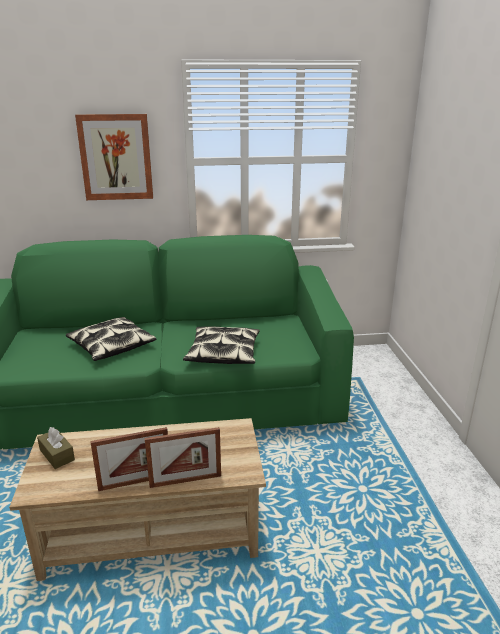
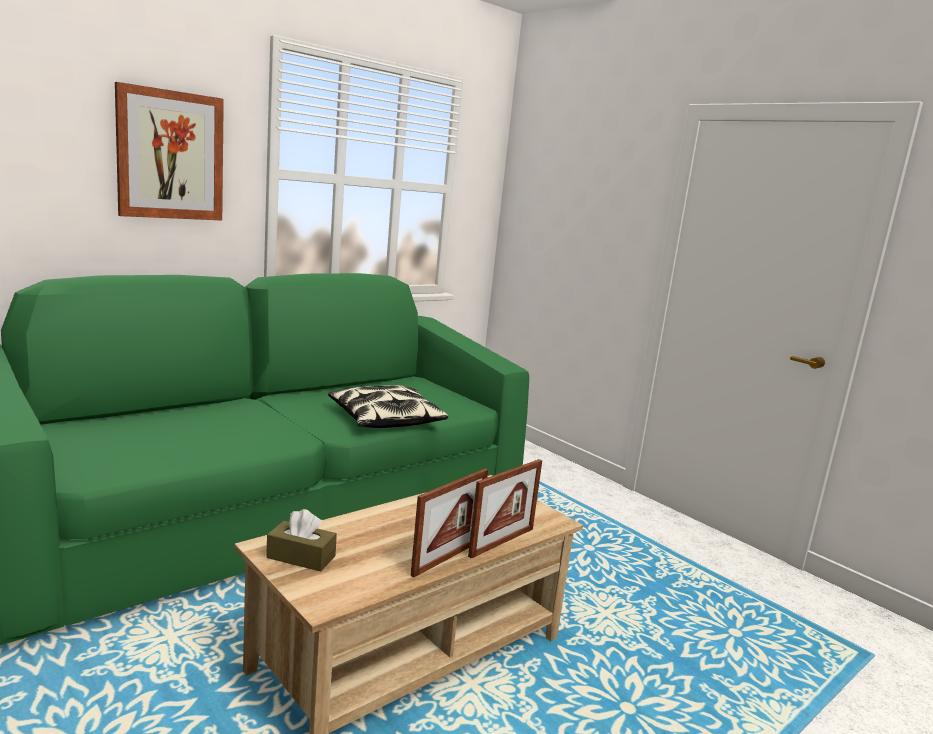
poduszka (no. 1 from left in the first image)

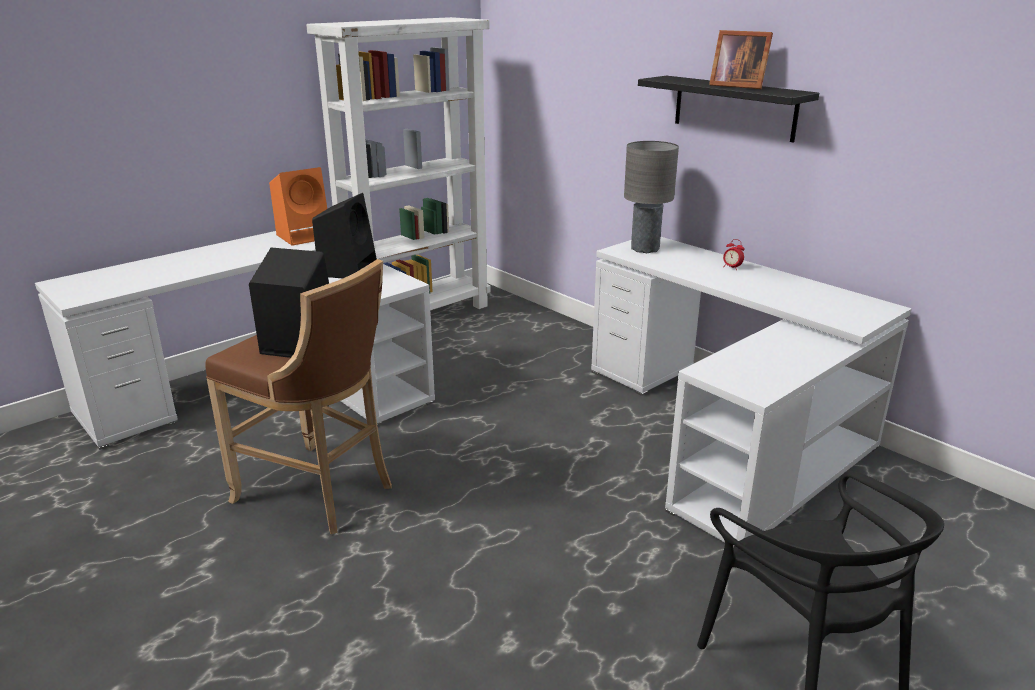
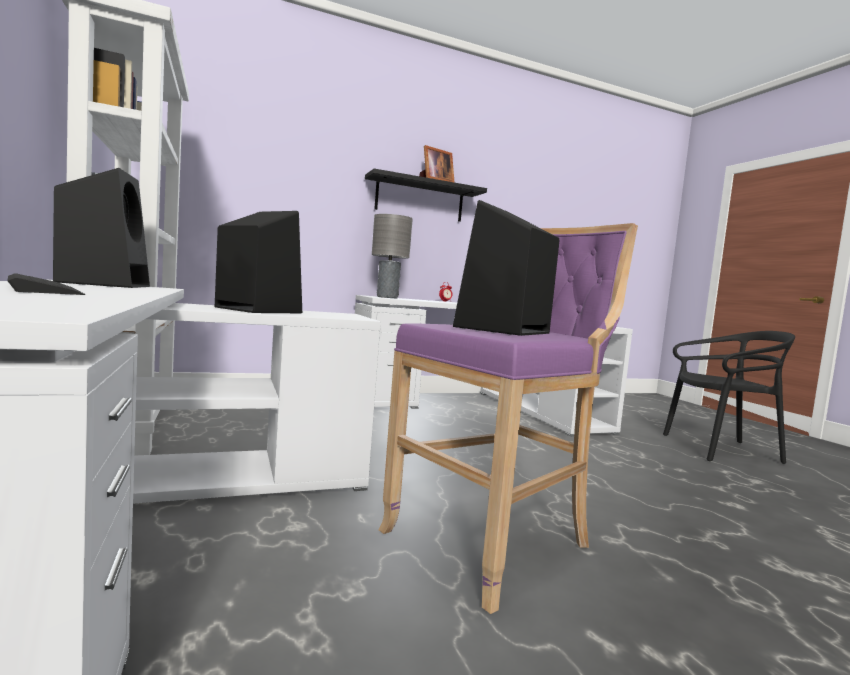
stołek [fioletowy]
głośnik [czarny] (no. 1 from left)
klawiatura

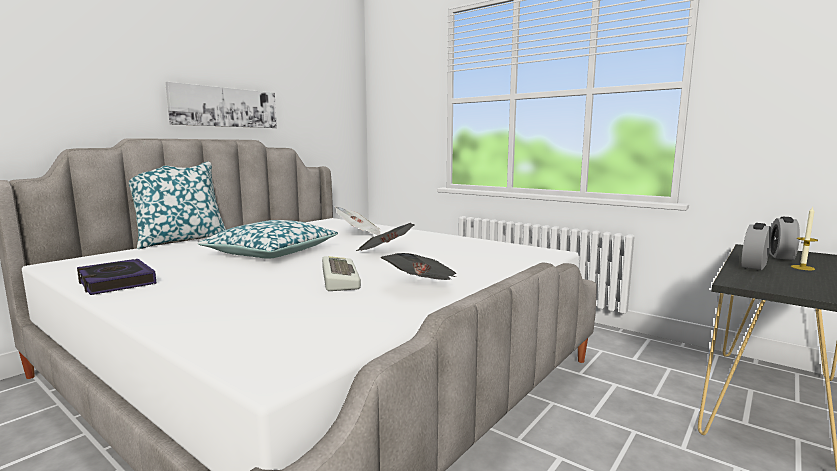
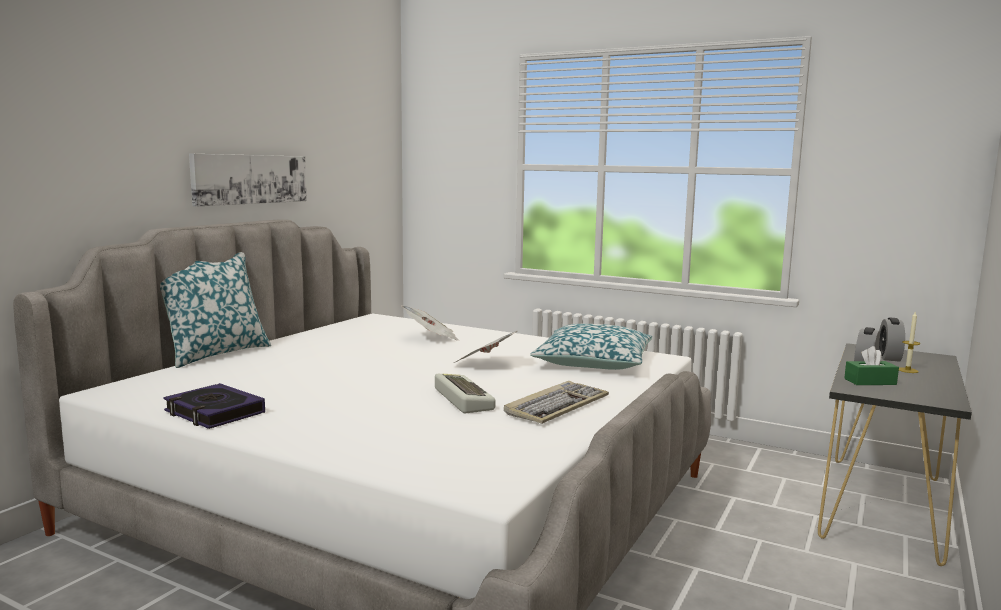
poduszka (no. 2 from left)
klawiatura (no. 2 from left)
pudełko chusteczek [zielony]

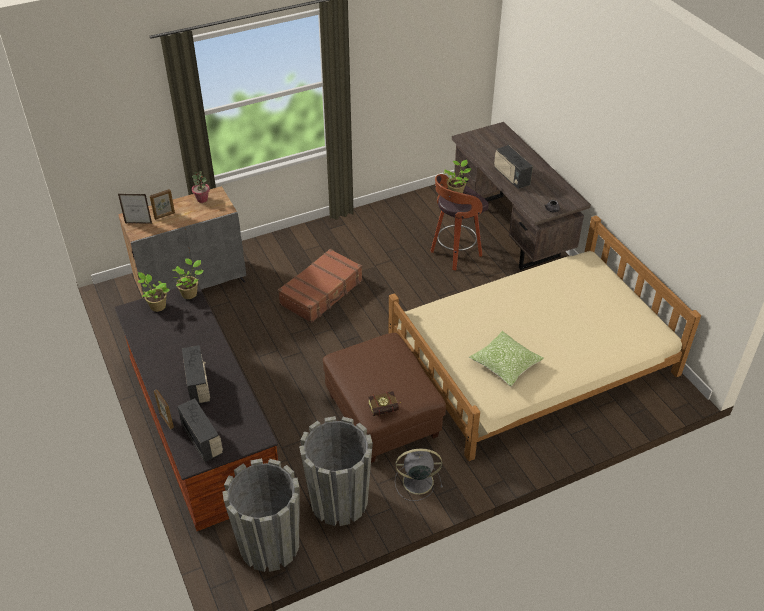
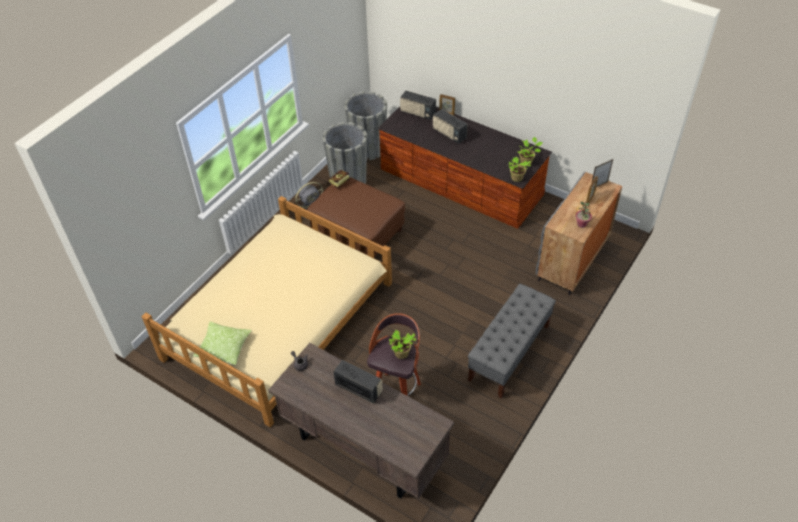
walizka [brązowy]
poduszka
ławka [szary]

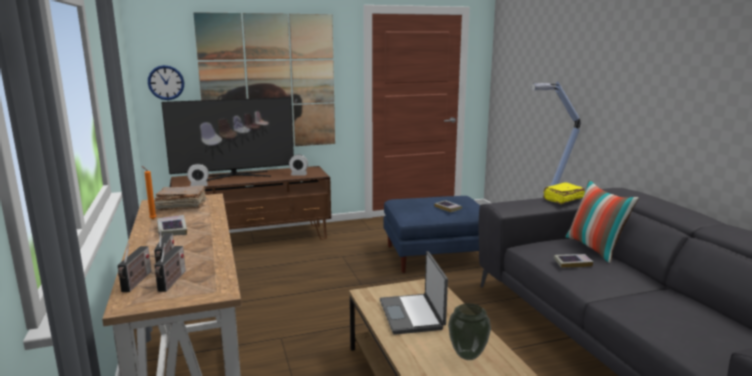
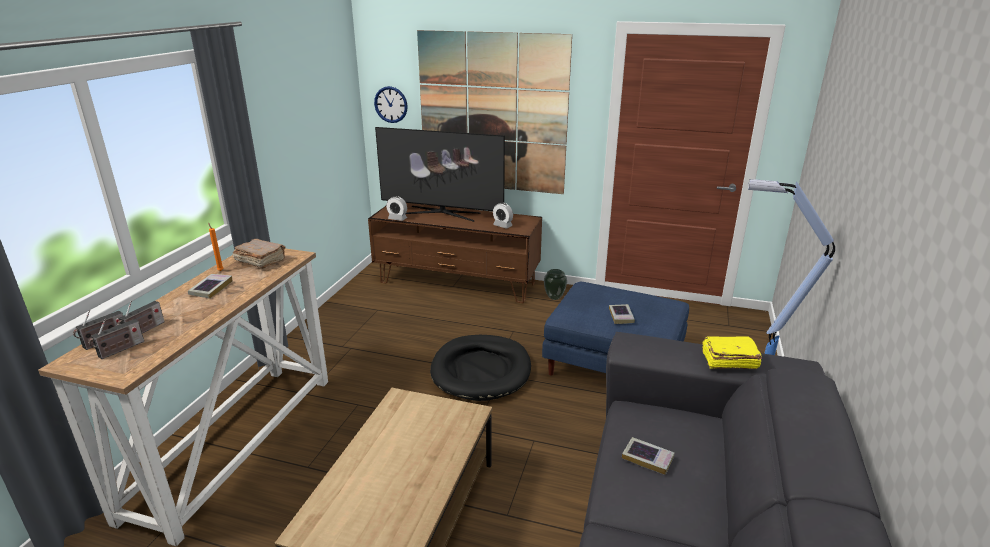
laptop
wazon
poduszka
legowisko [czarny]

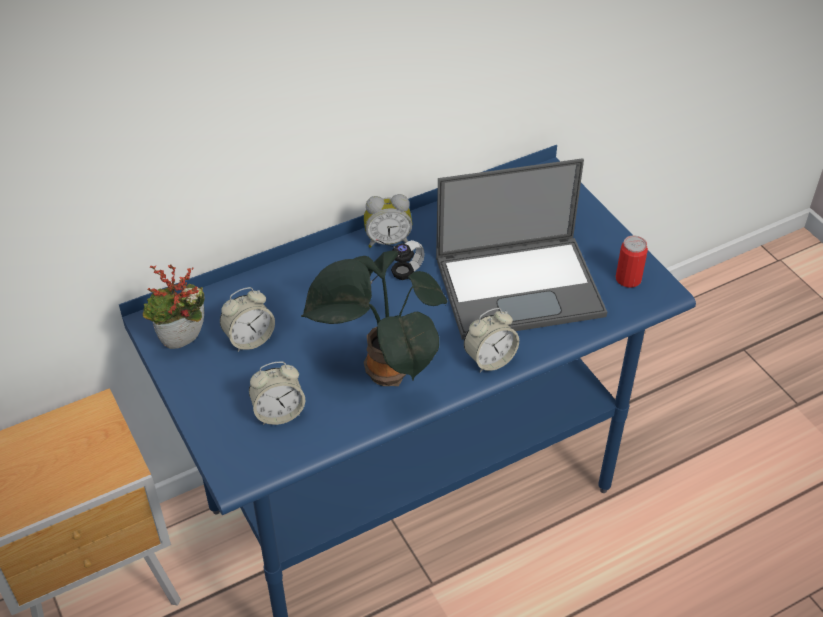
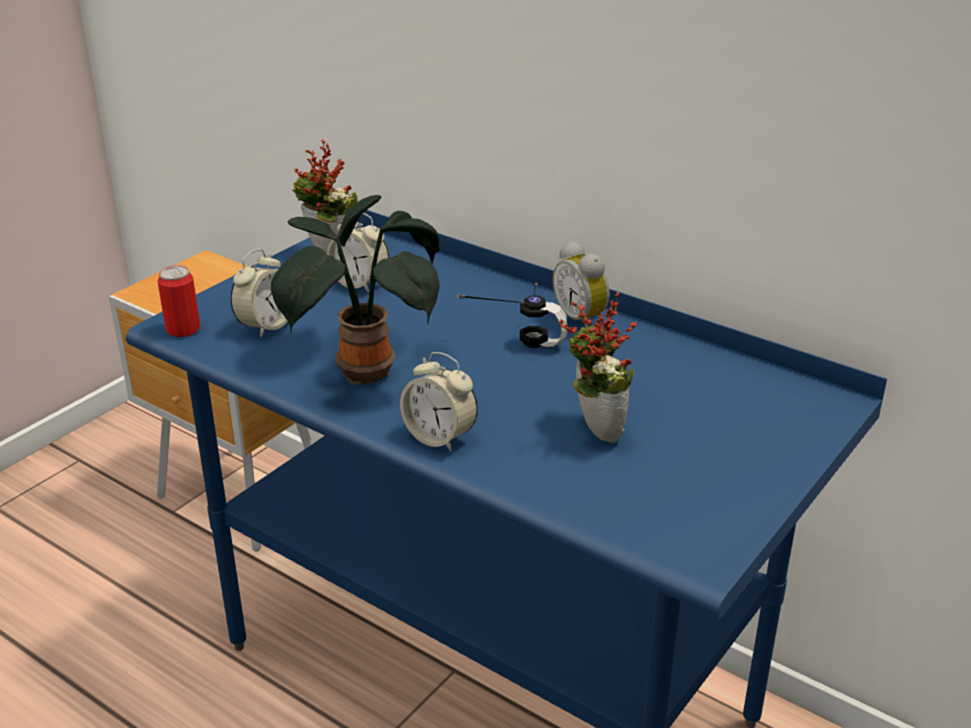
budzik (no. 1 from left)
roślina doniczkowa (no. 3 from left)
puszka

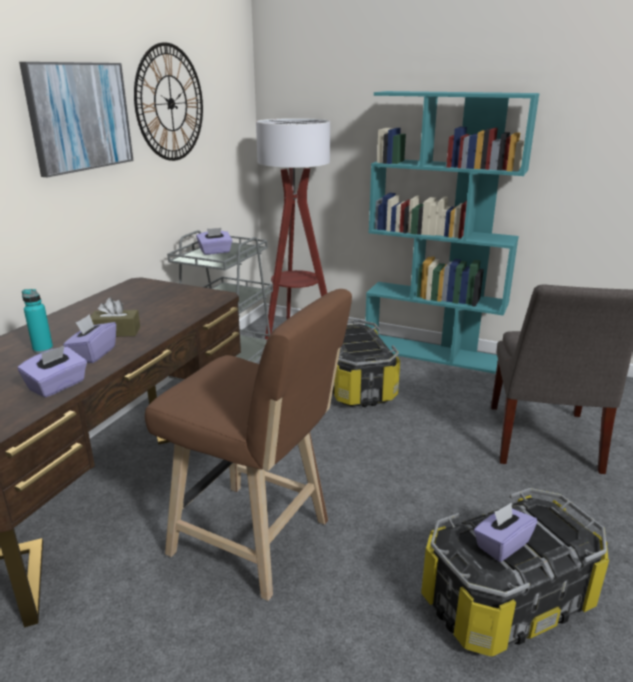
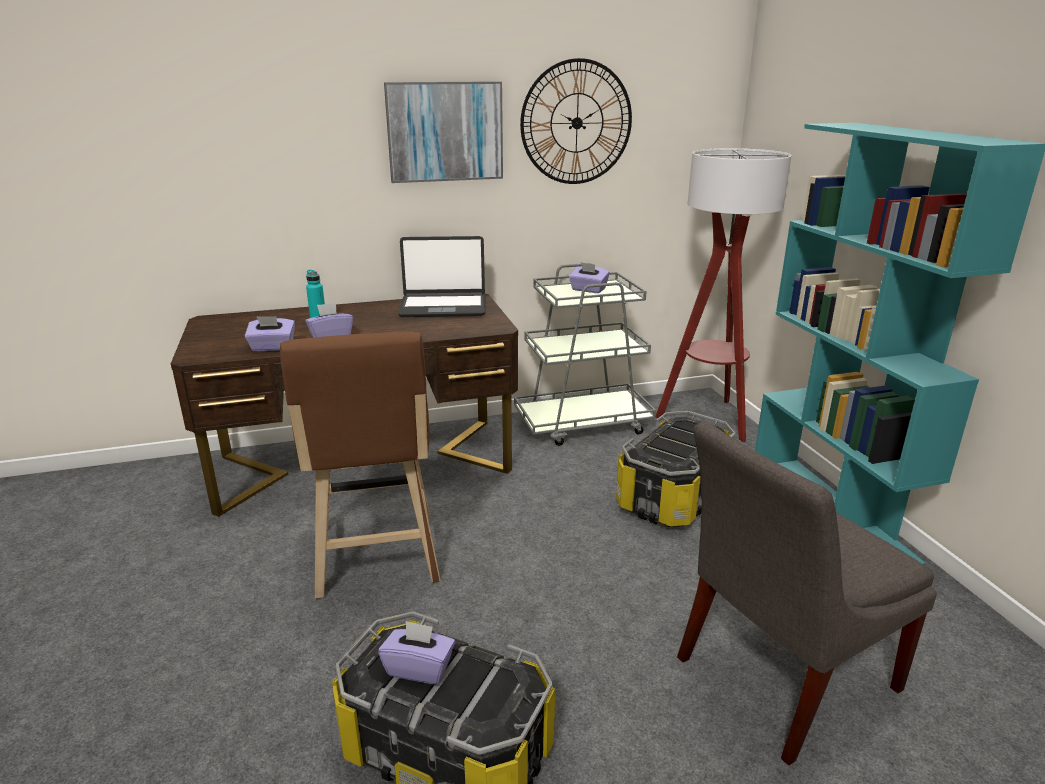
pudełko chusteczek [brązowy]
laptop

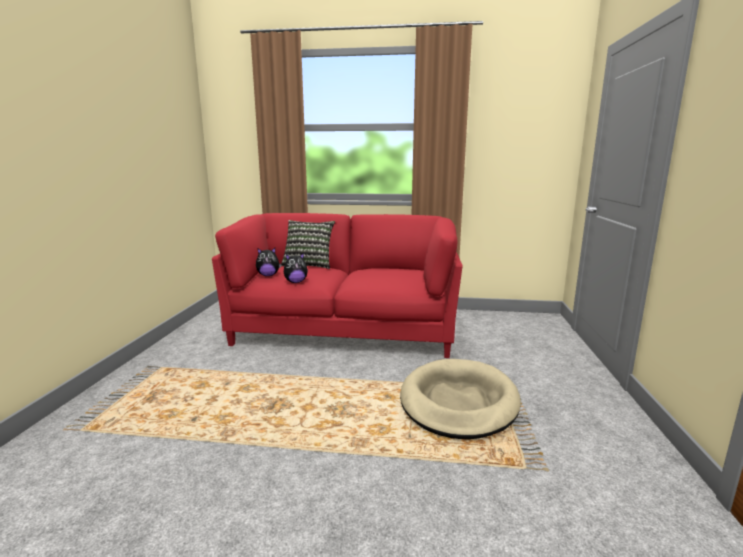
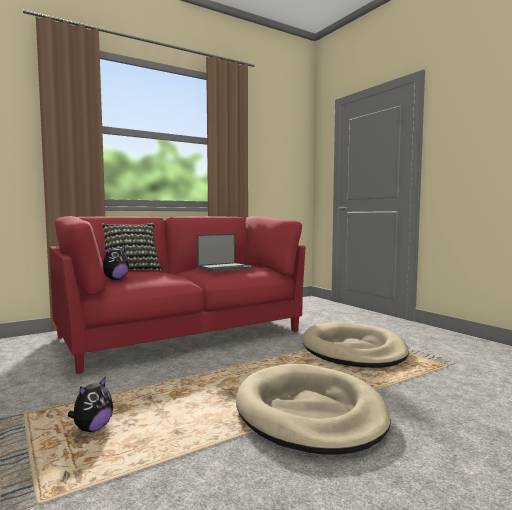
pluszak (no. 1 from left)
laptop
legowisko [beżowy] (no. 1 from left)

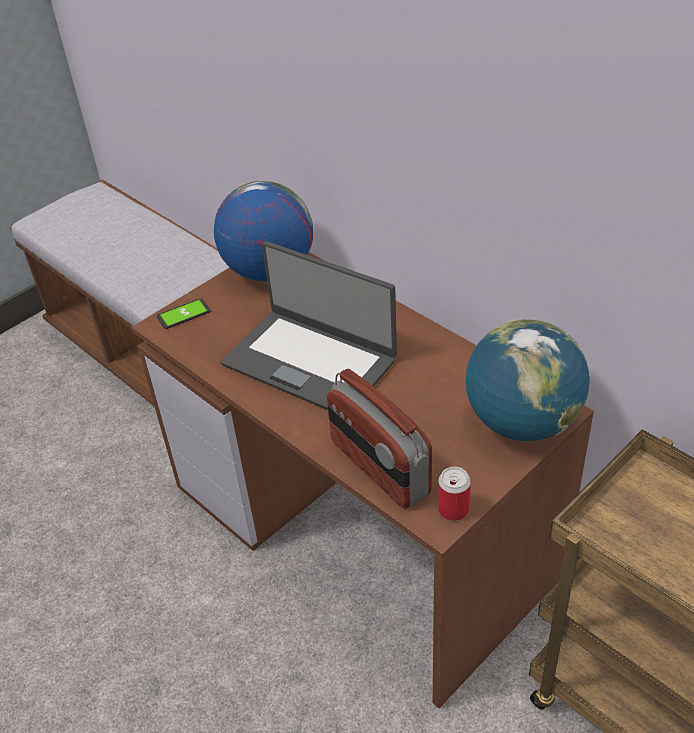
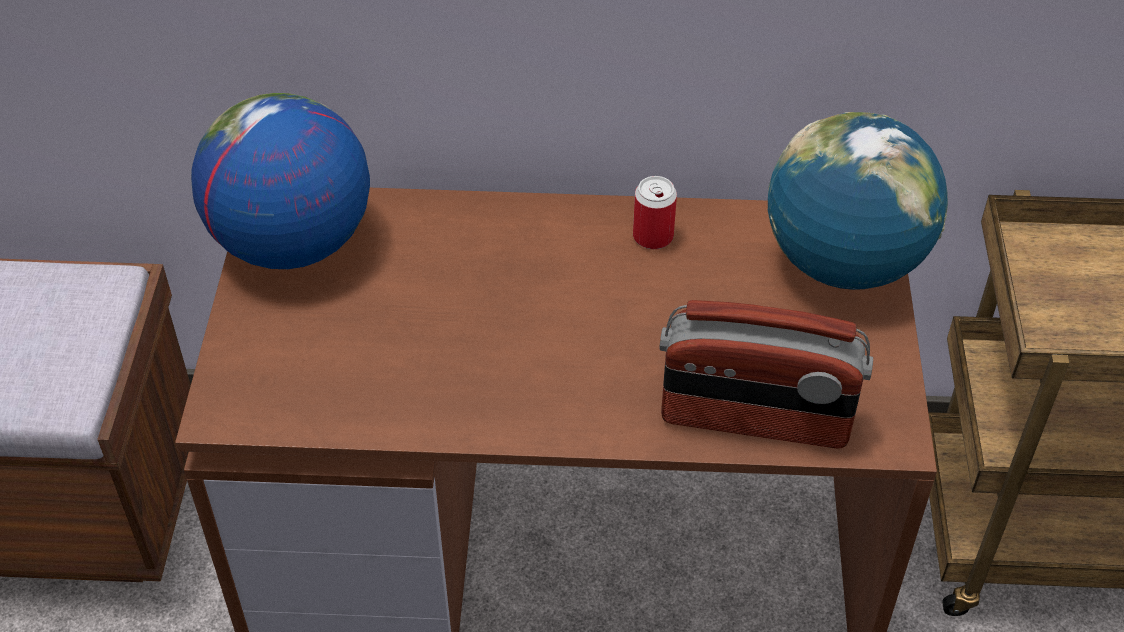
telefon
laptop
puszka

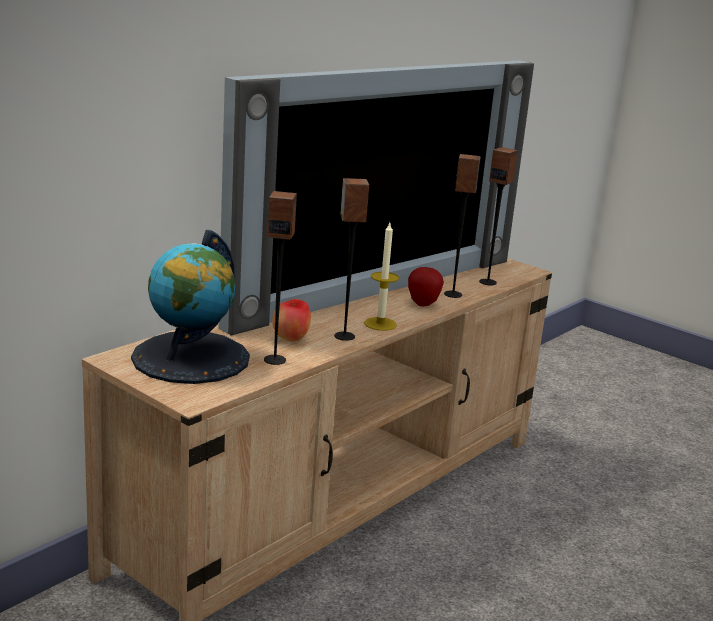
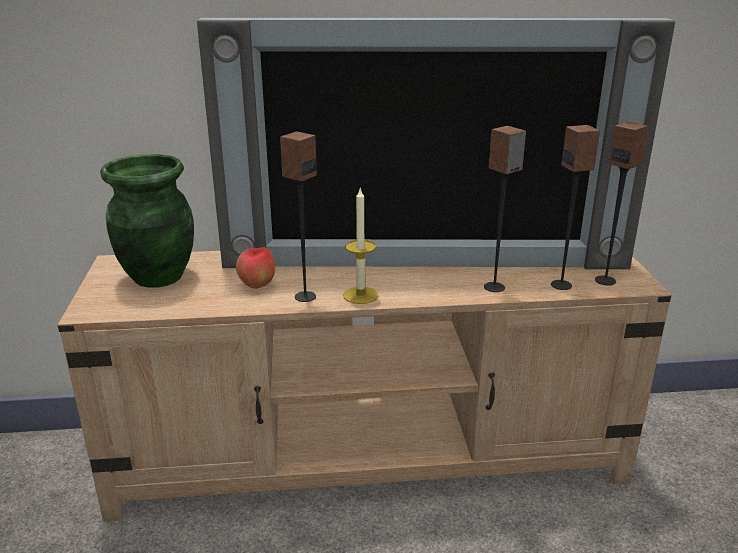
wazon [zielony]
głośnik (no. 4 from left)
jabłko (no. 2 from left in the first image)

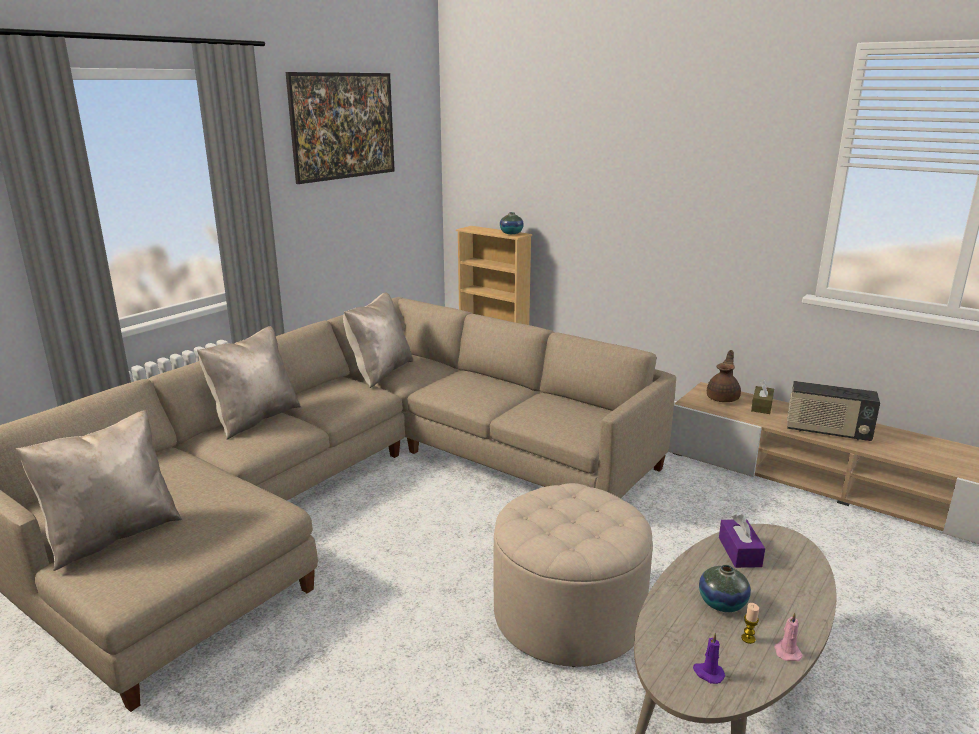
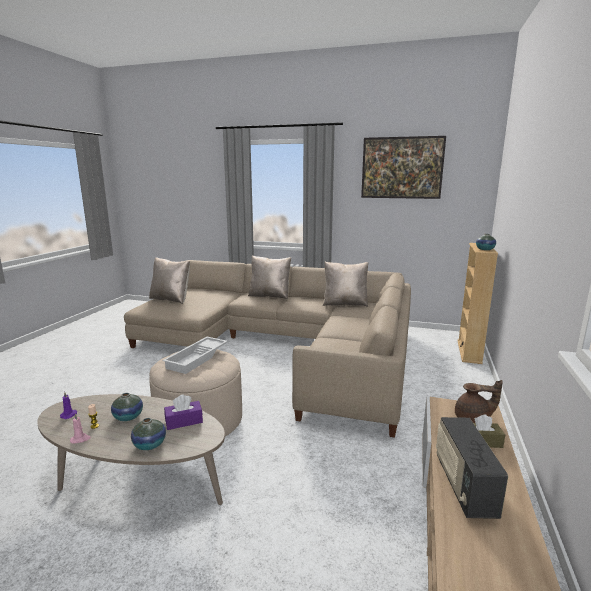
wazon (no. 2 from left)
taca [biały]

